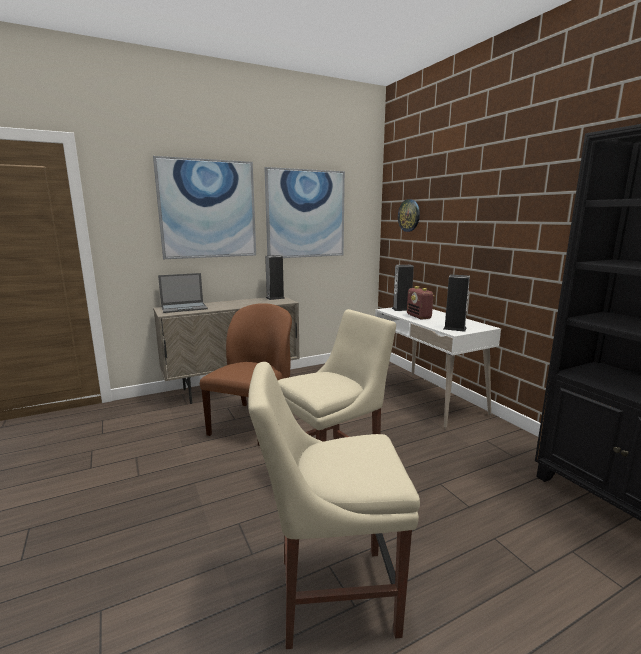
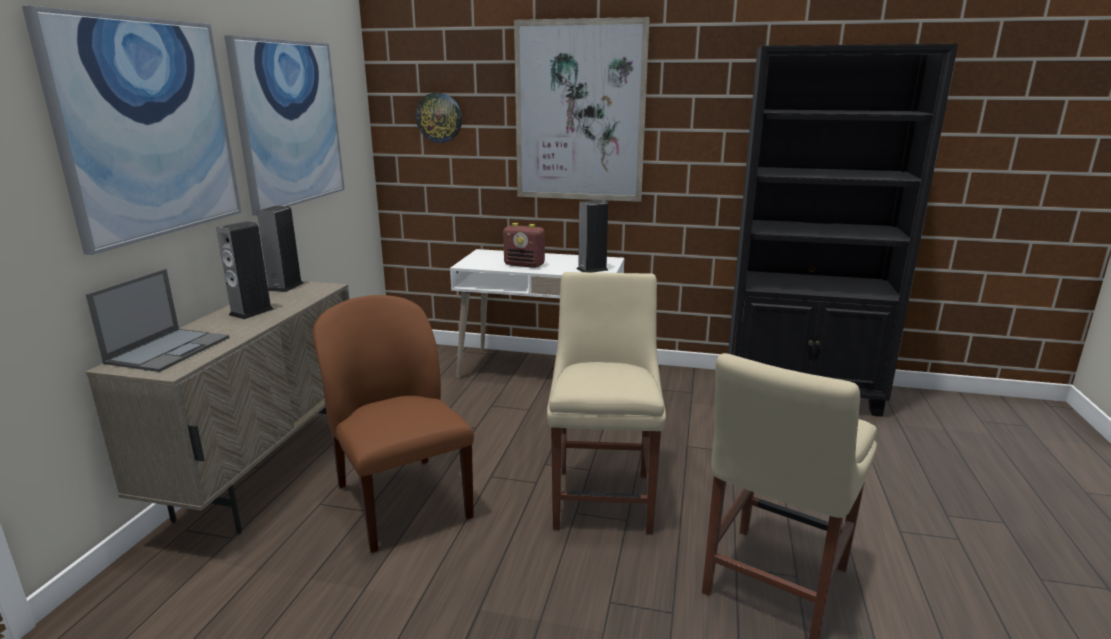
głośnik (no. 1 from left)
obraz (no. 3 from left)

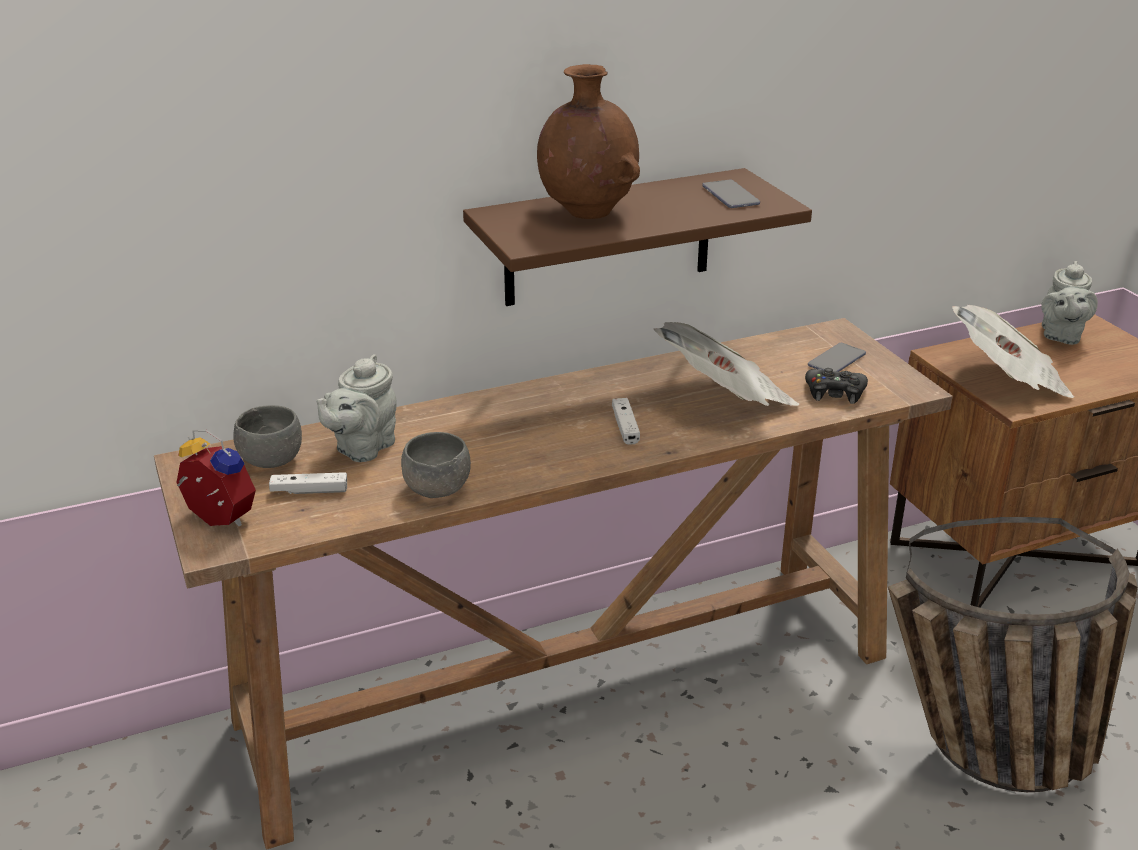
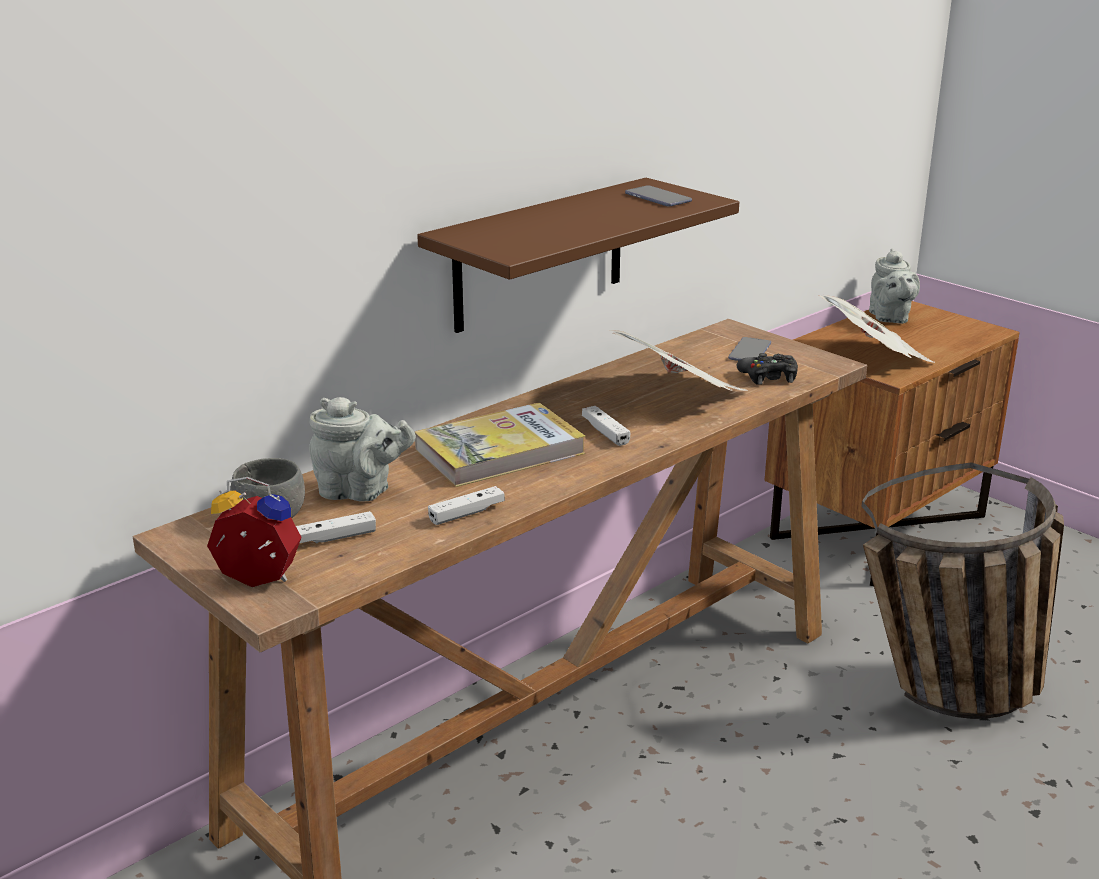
imbryk [szary] (no. 1 from left)
pad do gier [biały] (no. 2 from left)
wazon [brązowy]
książka

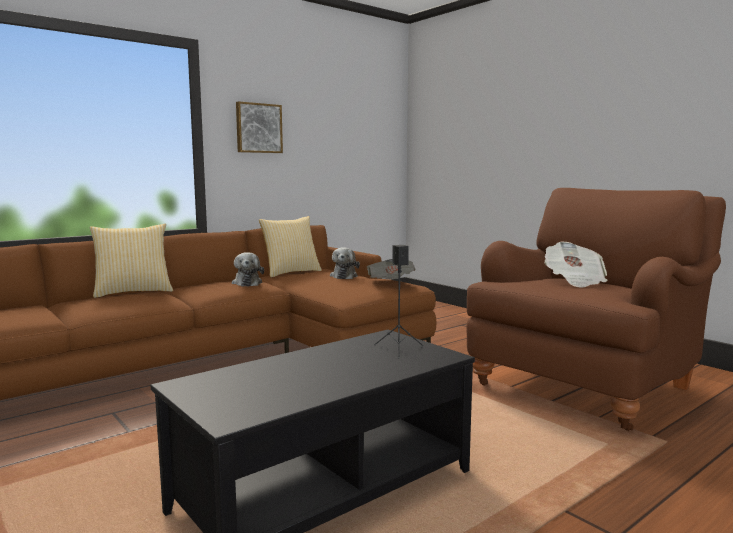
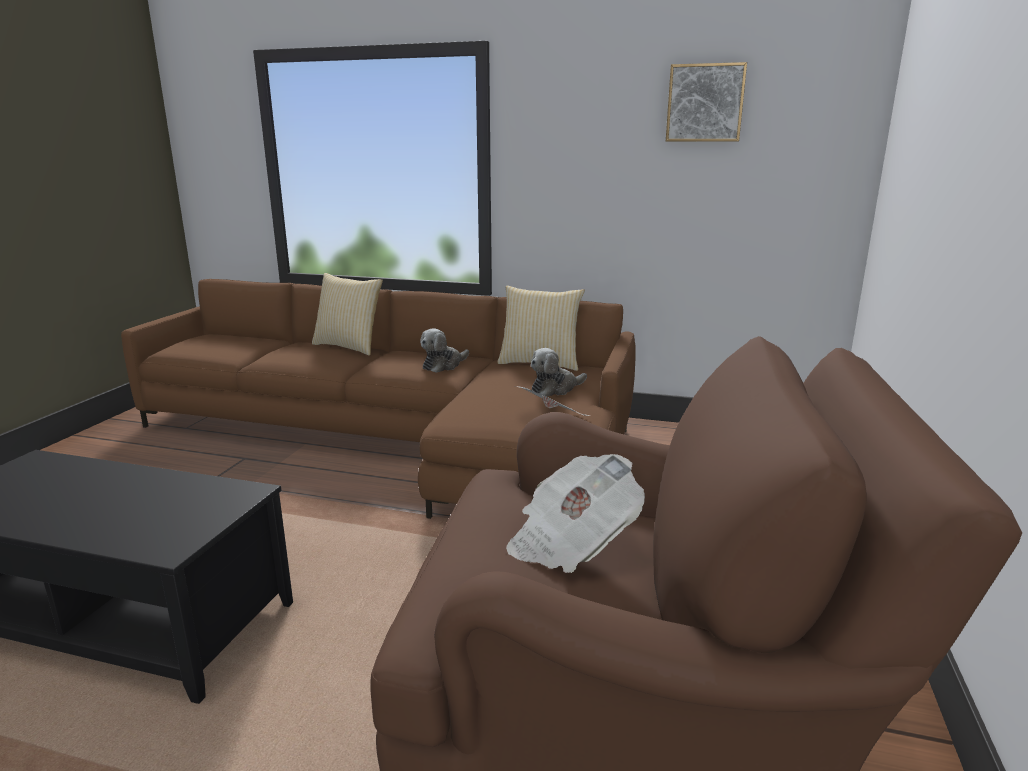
obraz
głośnik [czarny]

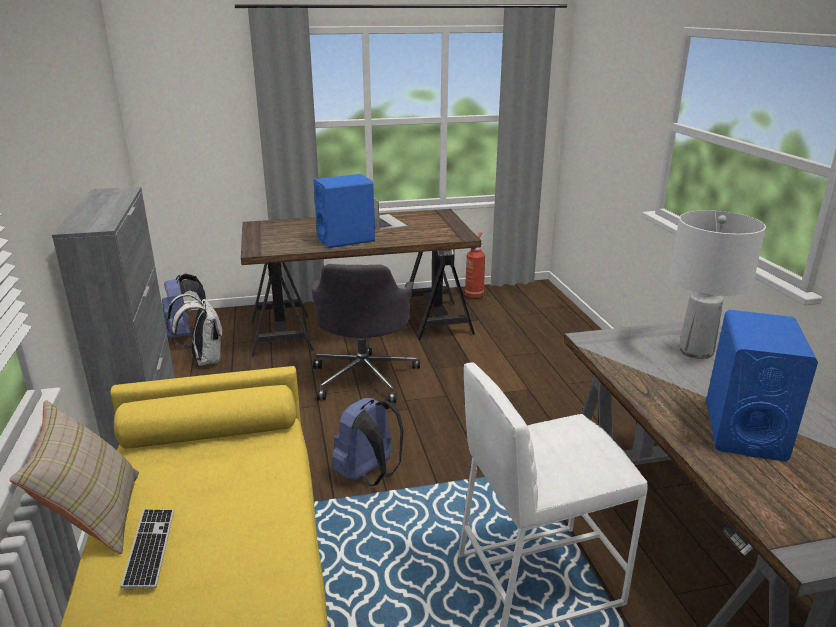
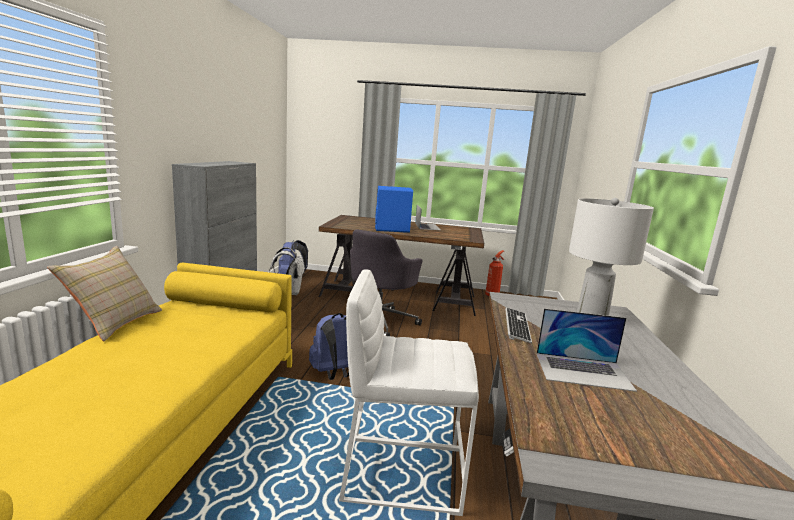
klawiatura
laptop (no. 2 from left)

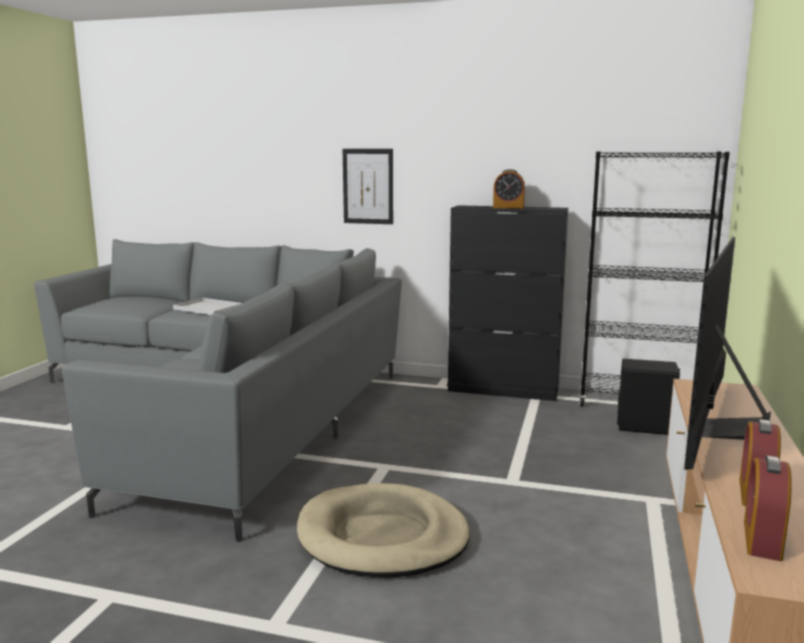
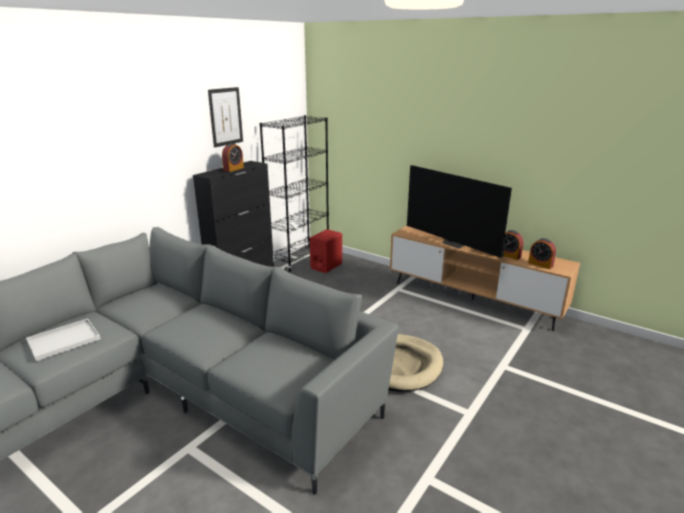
obraz
głośnik [czerwony]

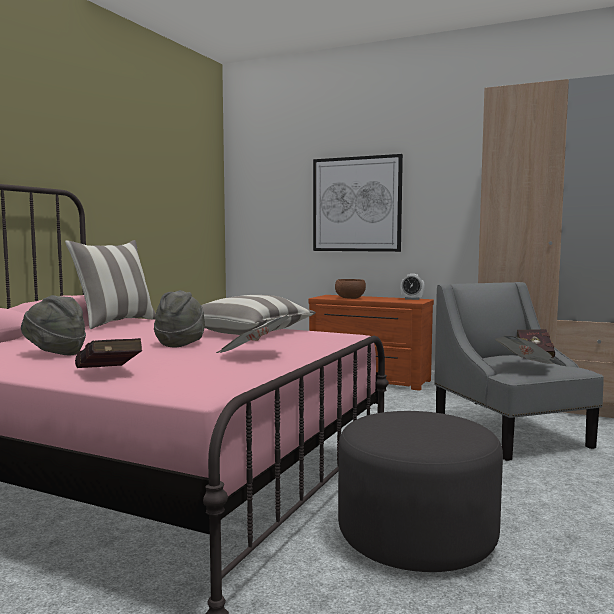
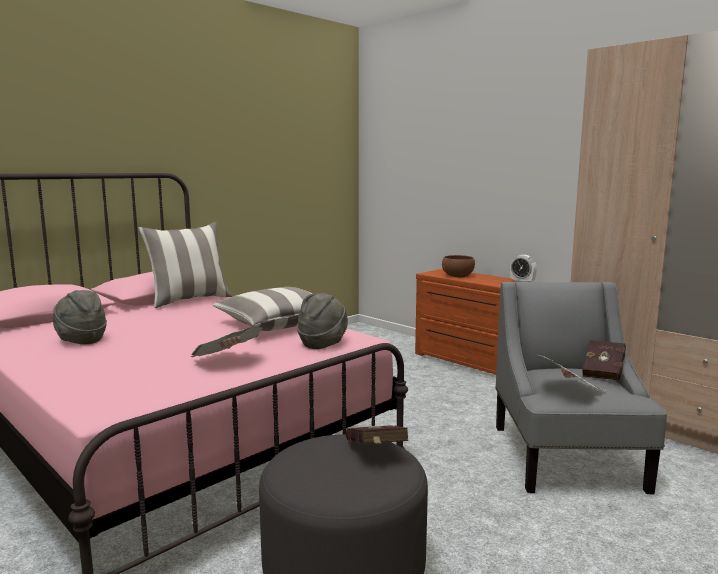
książka [czerwony] (no. 1 from left)
kapelusz [szary] (no. 2 from left)
obraz

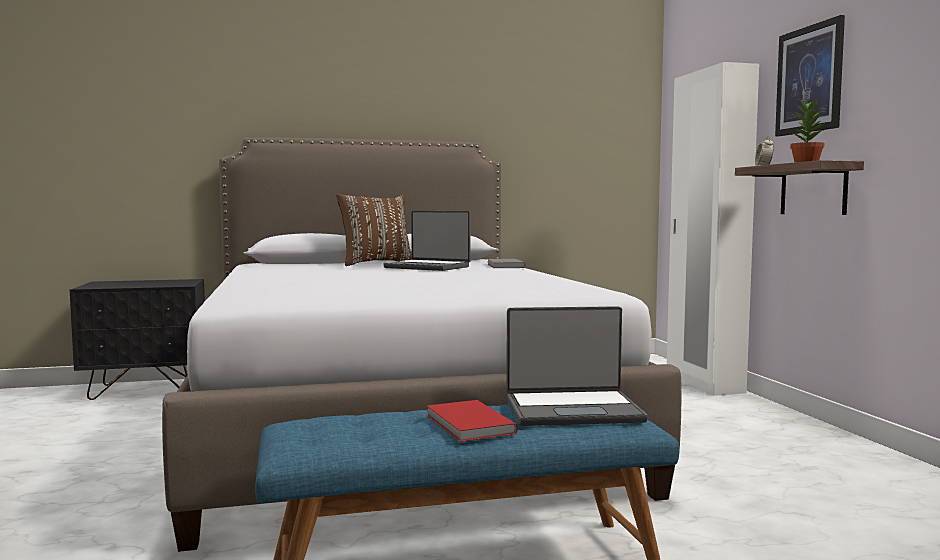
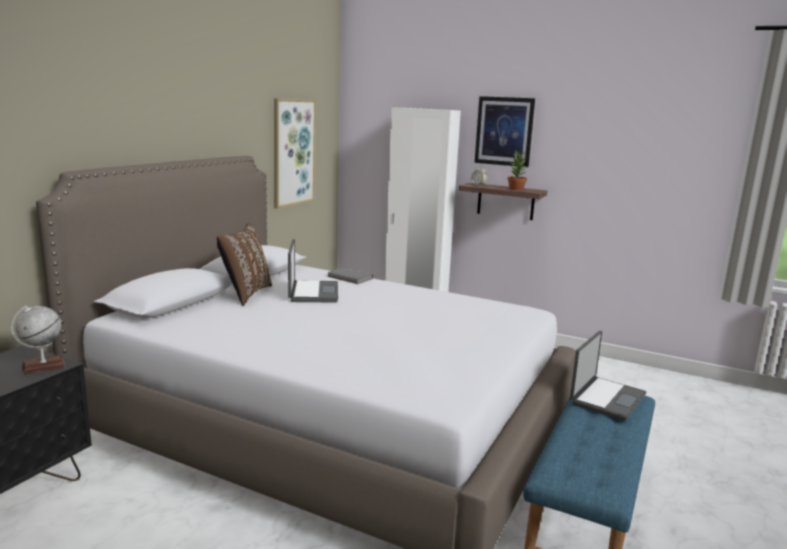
laptop (no. 1 from left)
książka [czerwony]
globus
obraz (no. 1 from left)

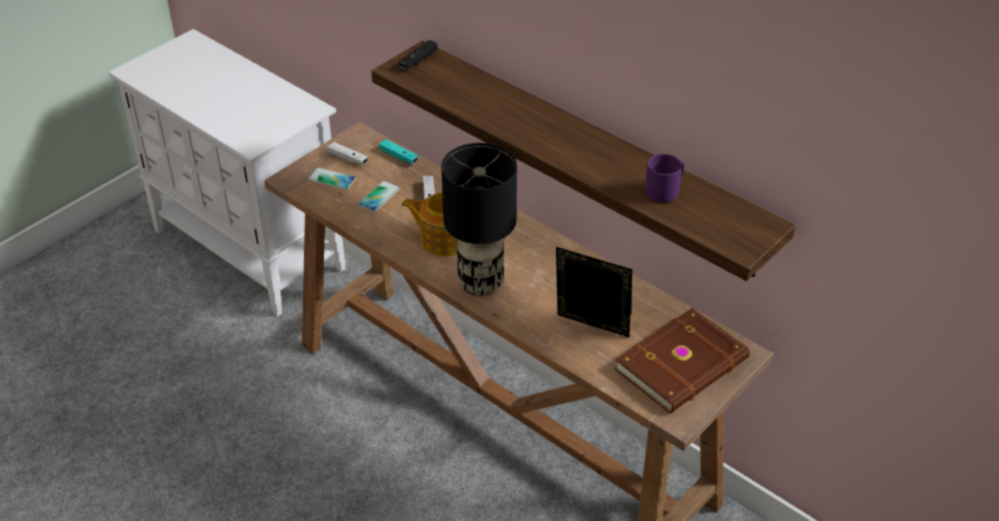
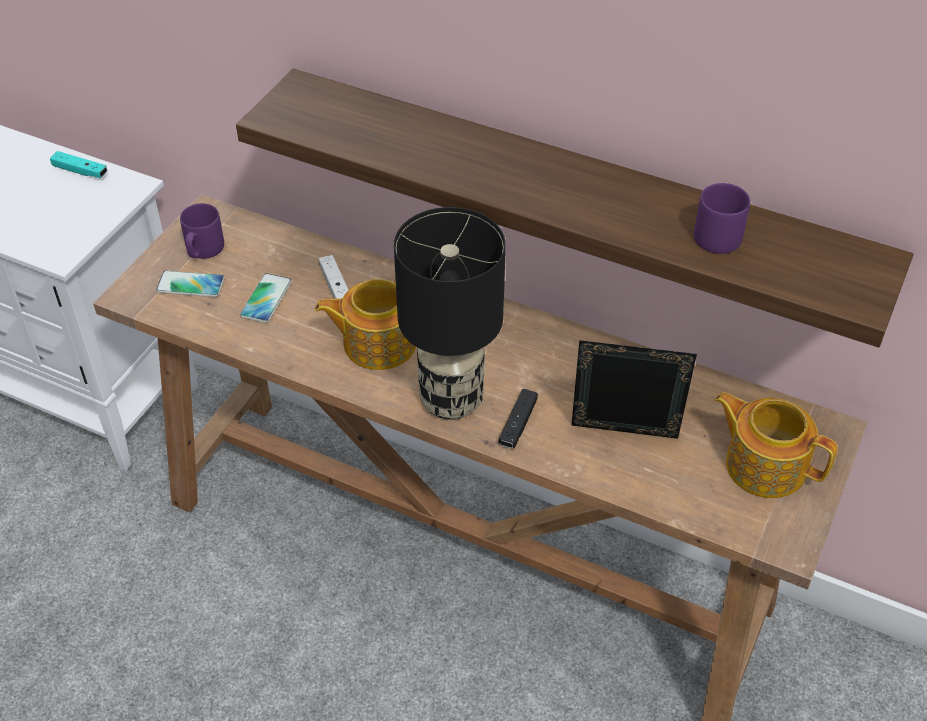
kubek [fioletowy] (no. 1 from left)
pad do gier [turkusowy]
pad do gier [czarny]
imbryk (no. 2 from left)

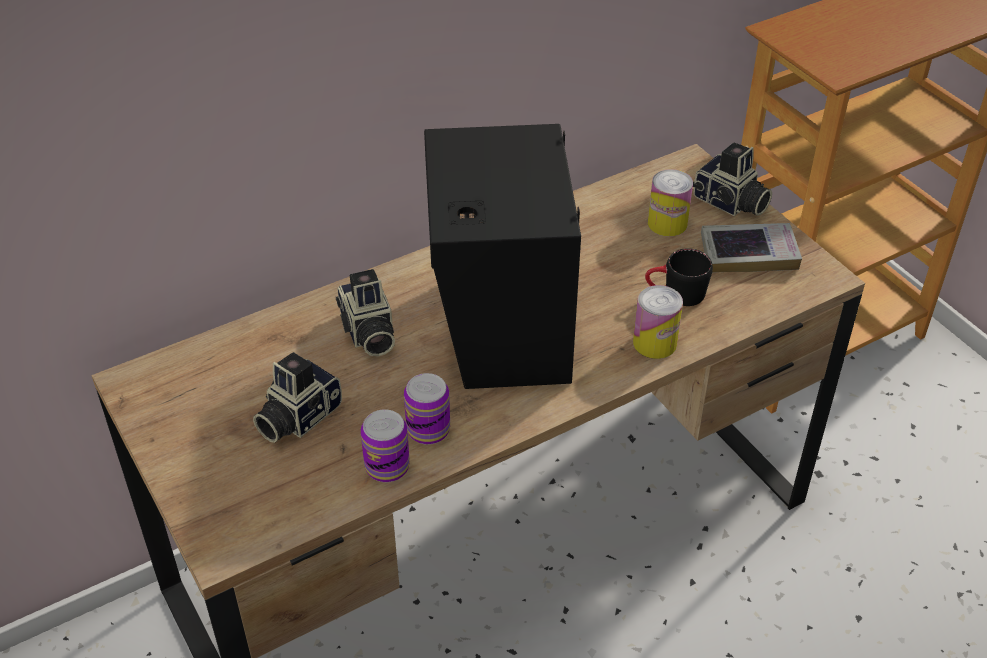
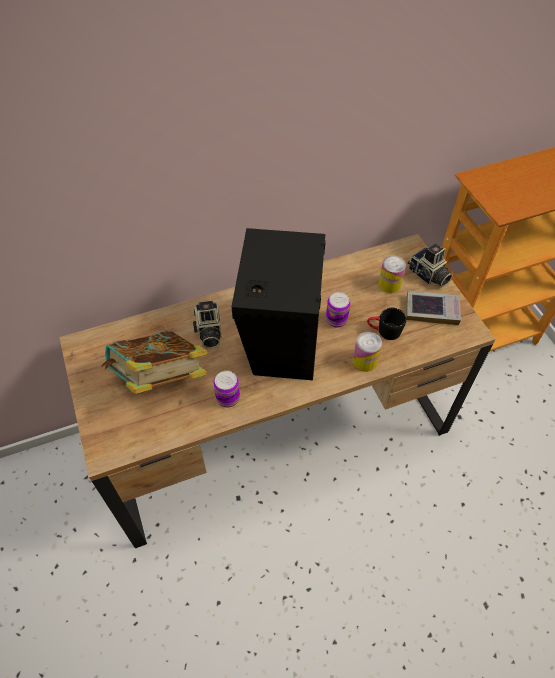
książka (no. 1 from left)
puszka (no. 2 from left)

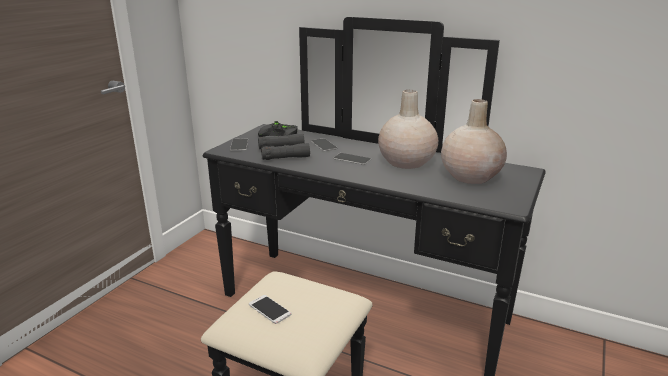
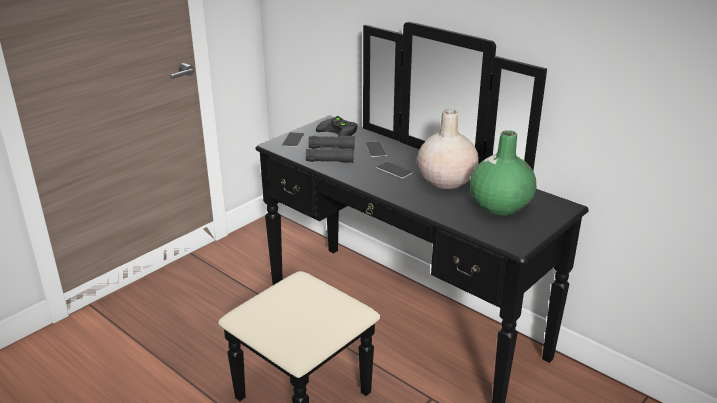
telefon (no. 2 from left in the first image)
wazon [zielony]

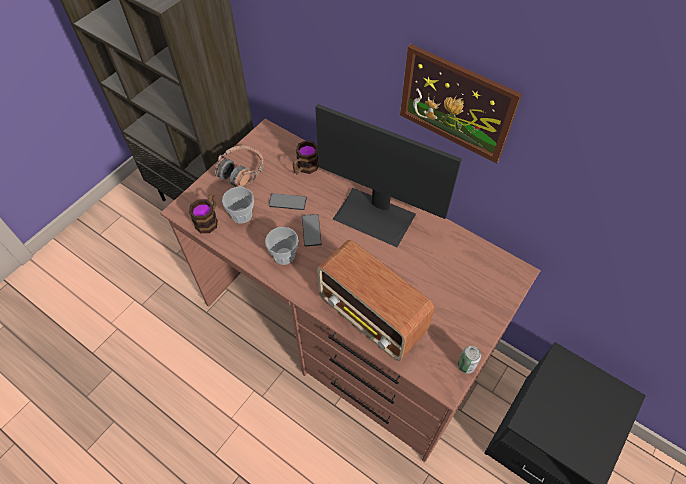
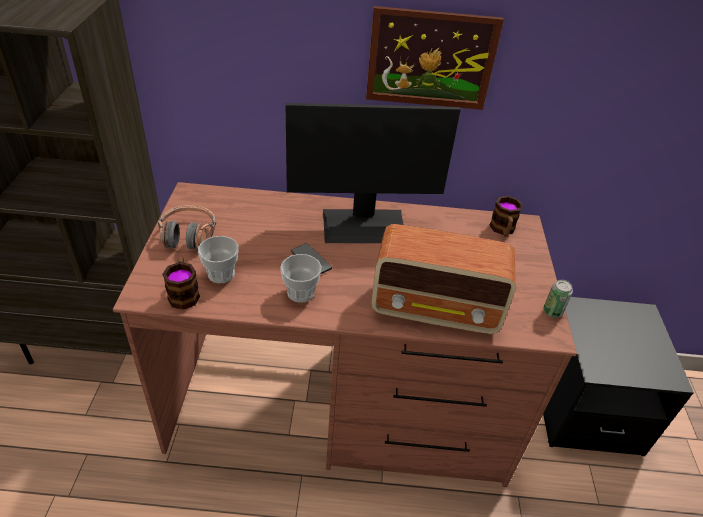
telefon (no. 1 from left in the first image)
kubek (no. 2 from left)

